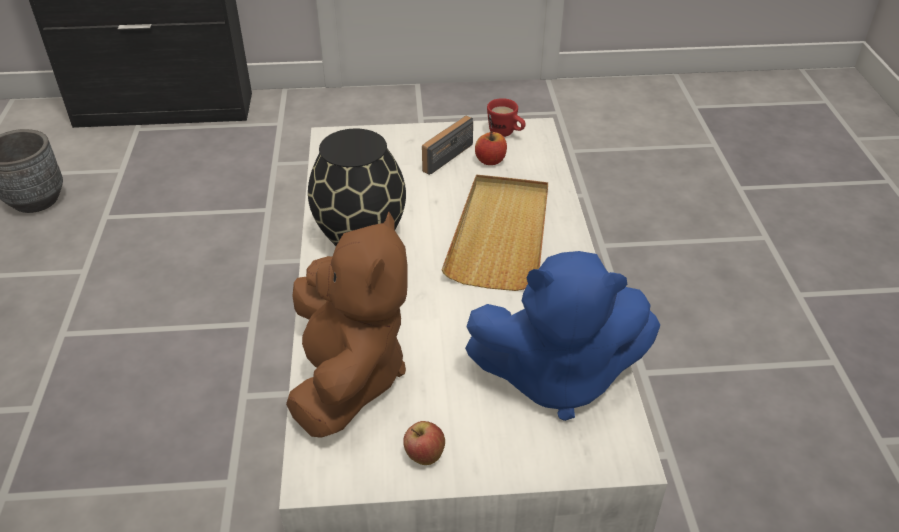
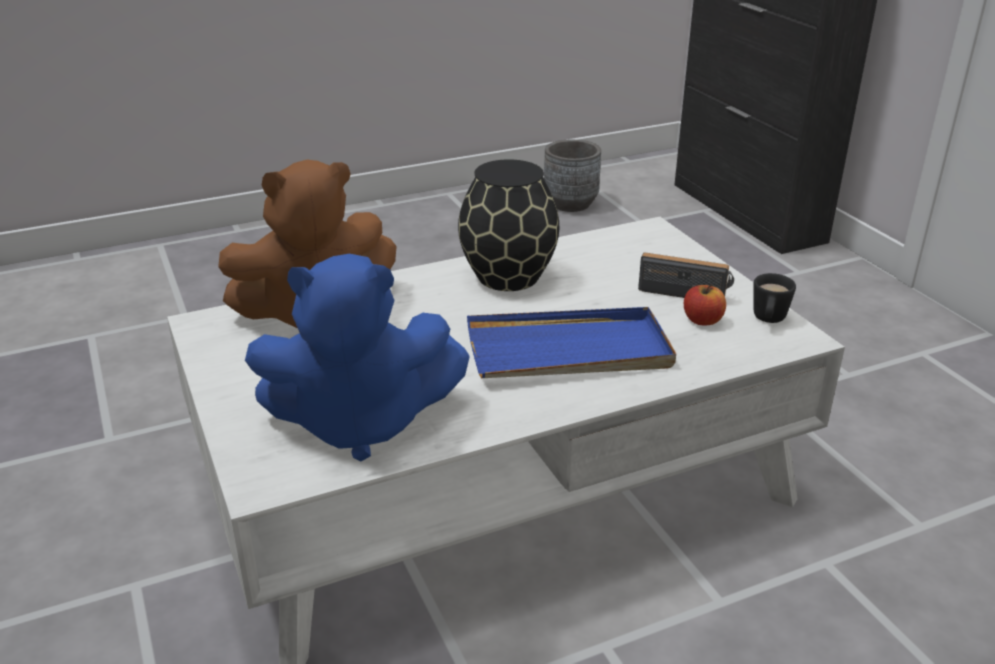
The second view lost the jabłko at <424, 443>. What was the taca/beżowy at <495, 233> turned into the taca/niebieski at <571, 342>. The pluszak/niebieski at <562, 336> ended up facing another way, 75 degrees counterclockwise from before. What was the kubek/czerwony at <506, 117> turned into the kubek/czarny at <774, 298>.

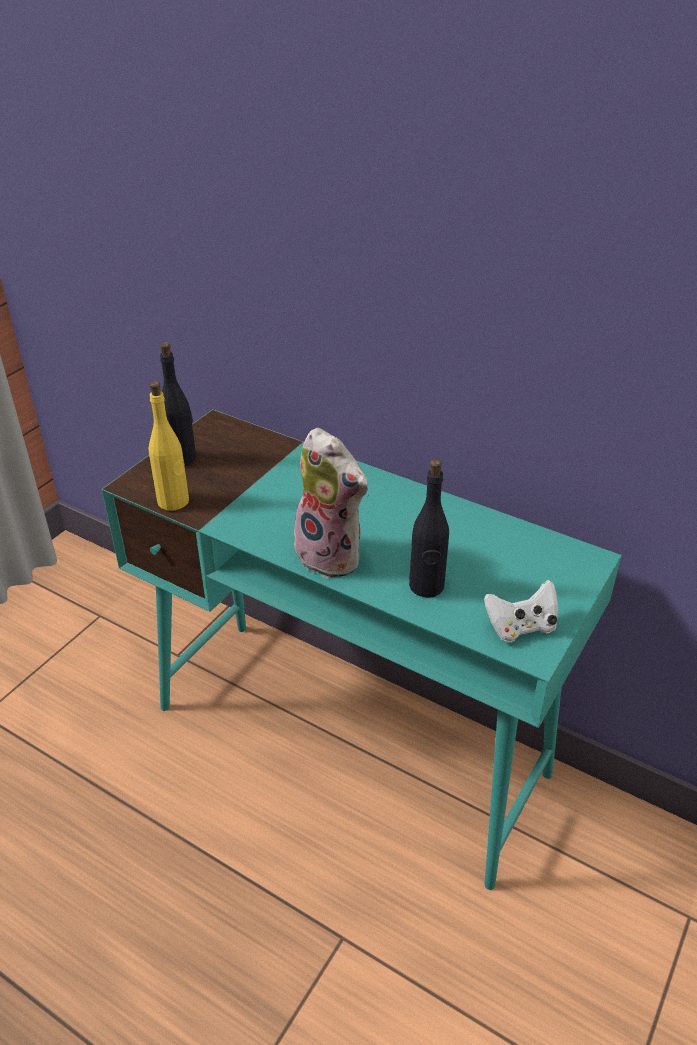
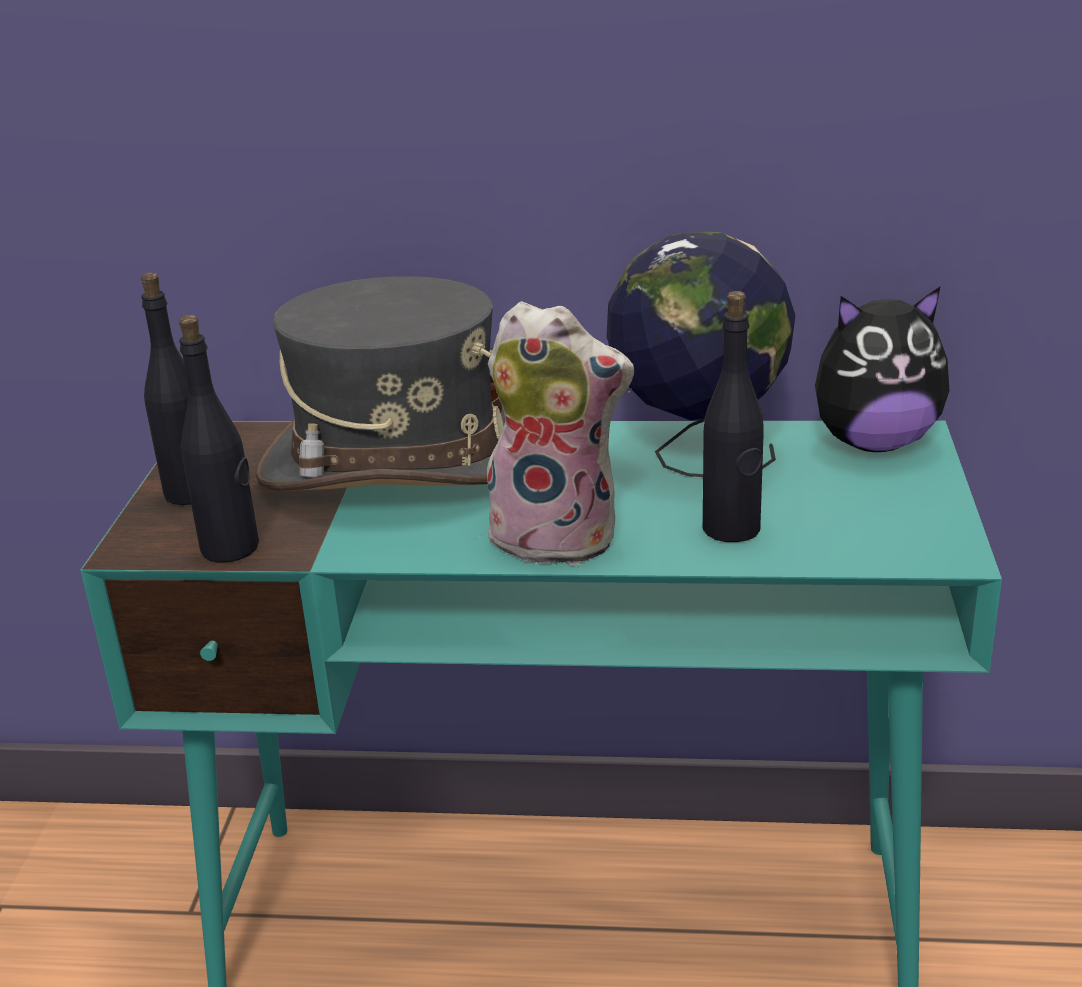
What was the butelka/żółty at <168, 446> turned into the butelka/czarny at <219, 439>. The second view lost the pad do gier/biały at <521, 611>. The second view gained the kapelusz/szary at <380, 383>. The second view gained the globus at <701, 354>. The second view gained the pluszak at <882, 369>.

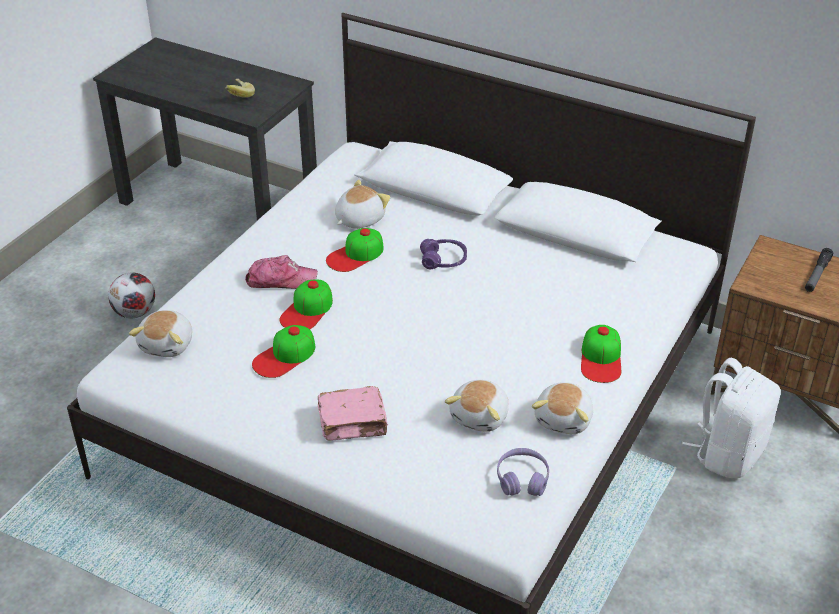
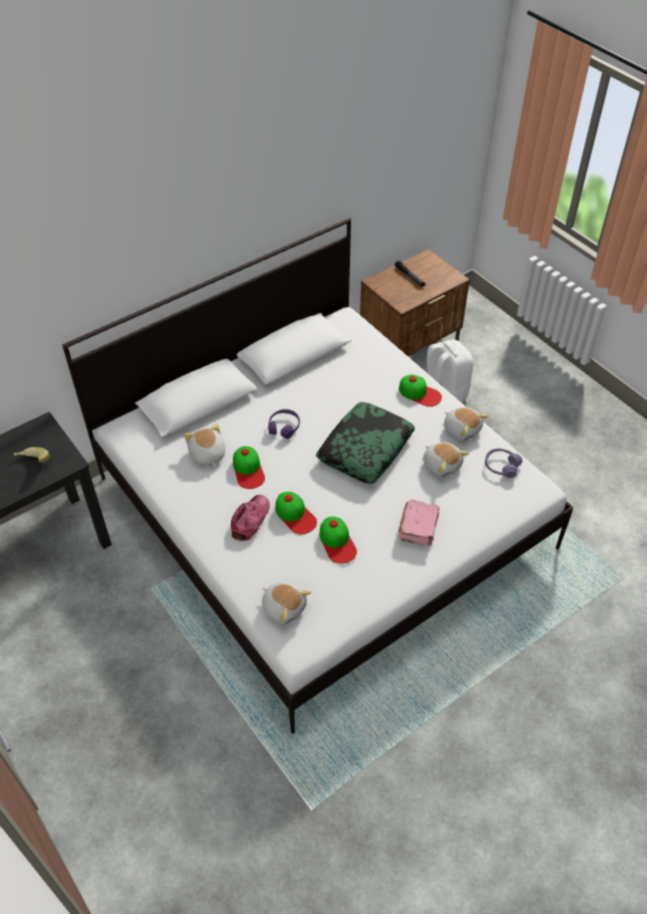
The second view lost the piłka futbolowa at <131, 295>. The second view gained the poduszka at <365, 442>.

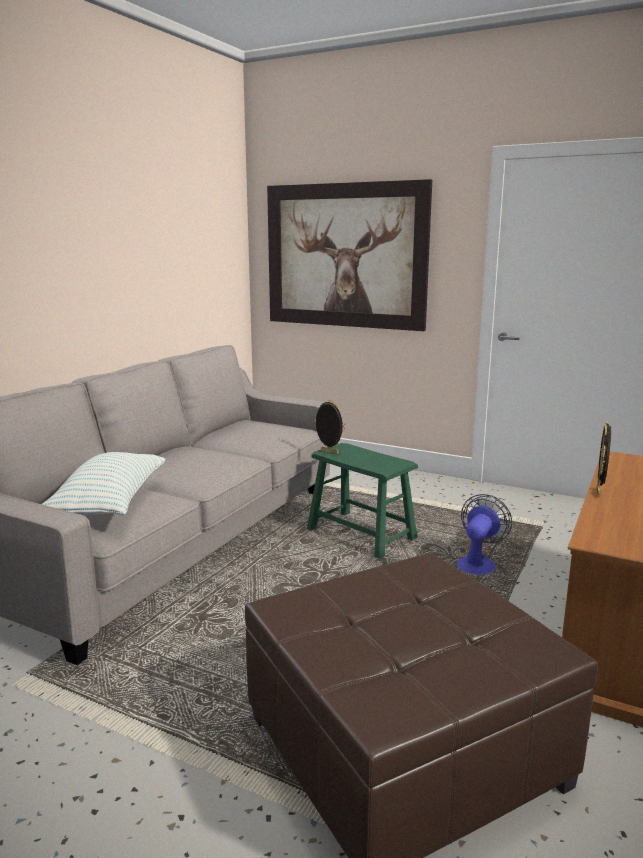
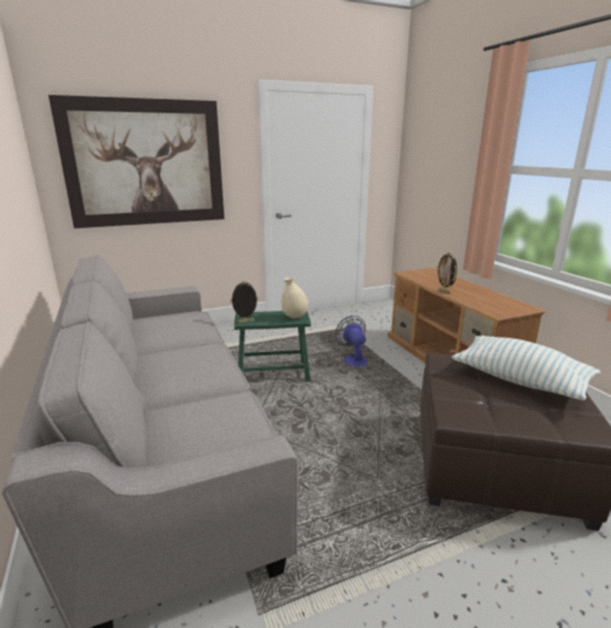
The poduszka ended up elsewhere, having gone from <103, 483> to <526, 368>. The second view gained the wazon/beżowy at <295, 297>.

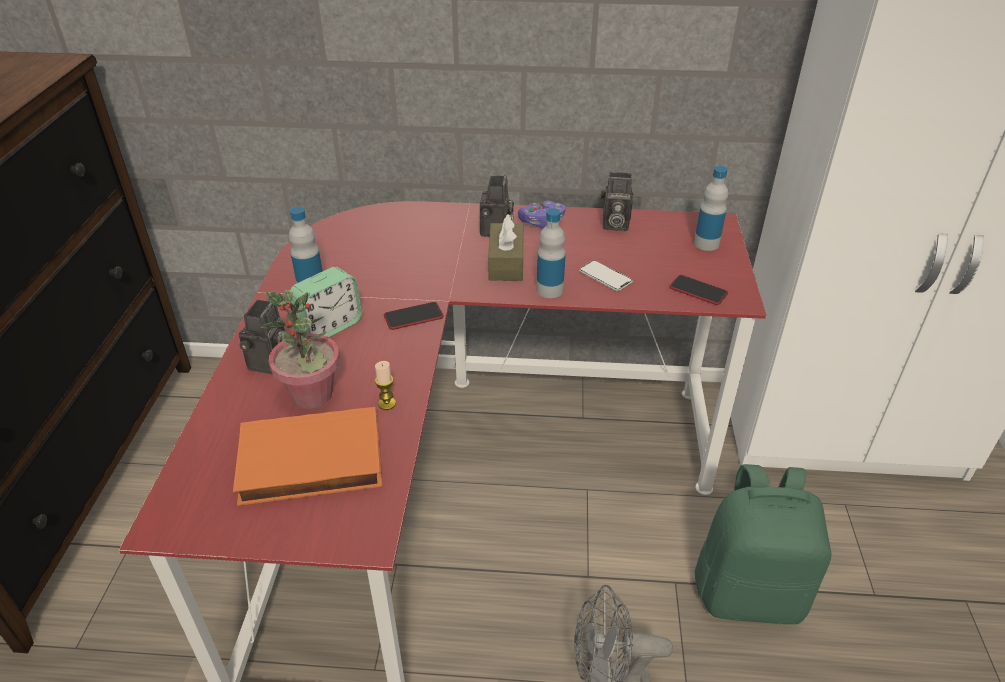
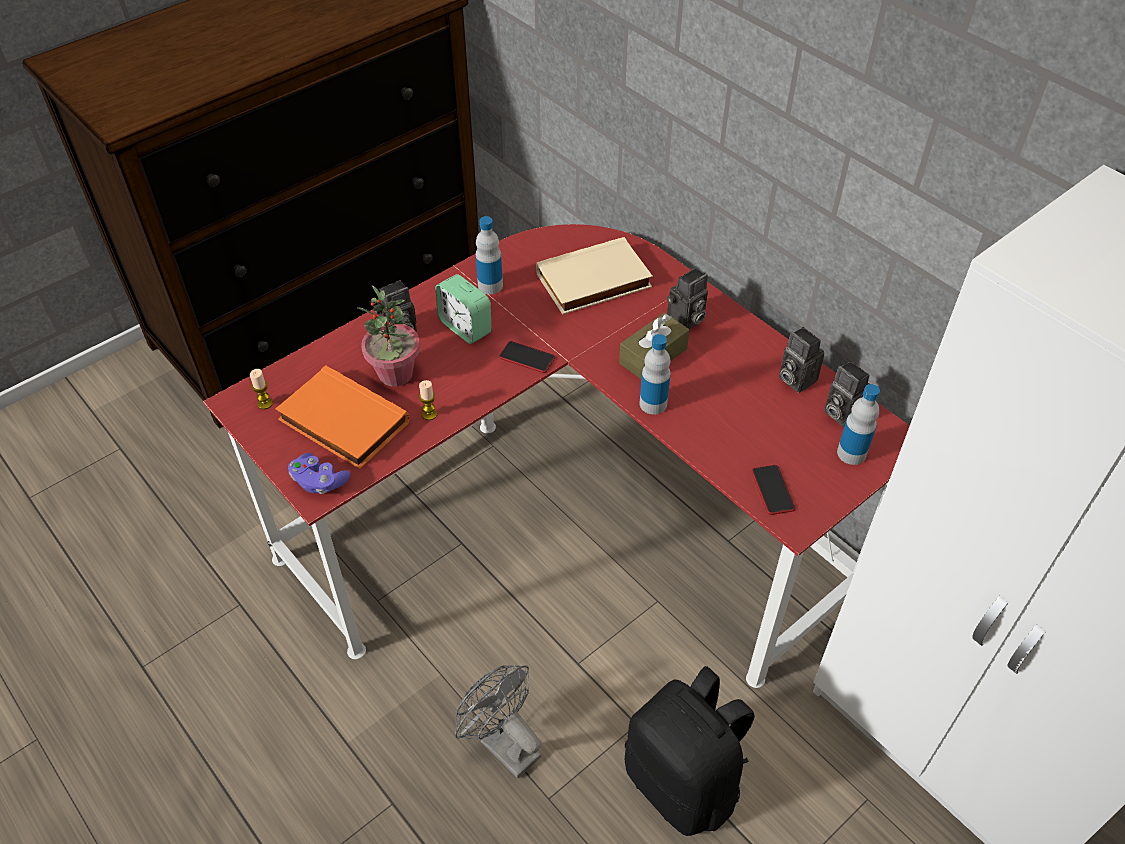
The budzik at <326, 302> ended up facing another way, 45 degrees clockwise from before. The pad do gier/fioletowy ended up elsewhere, having gone from <542, 215> to <319, 473>. The second view lost the telefon at <606, 275>. What was the plecak/zielony at <763, 544> turned into the plecak/czarny at <690, 751>. The second view gained the świeca at <261, 389>. The second view gained the książka/beżowy at <594, 276>. The second view gained the aparat fotograficzny at <847, 394>.

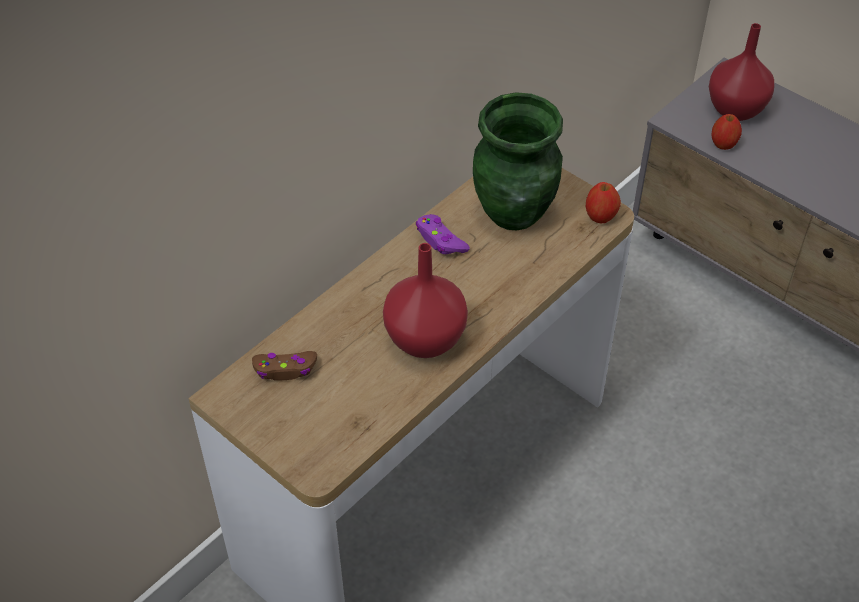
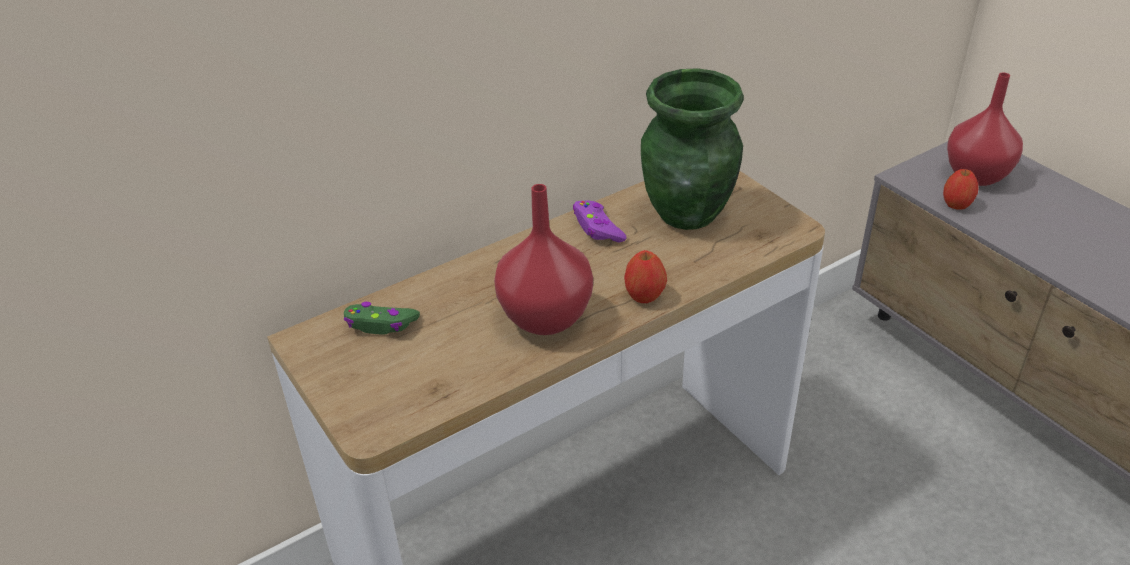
What was the pad do gier/brązowy at <284, 366> turned into the pad do gier/zielony at <382, 318>. The jabłko ended up elsewhere, having gone from <603, 203> to <645, 276>.

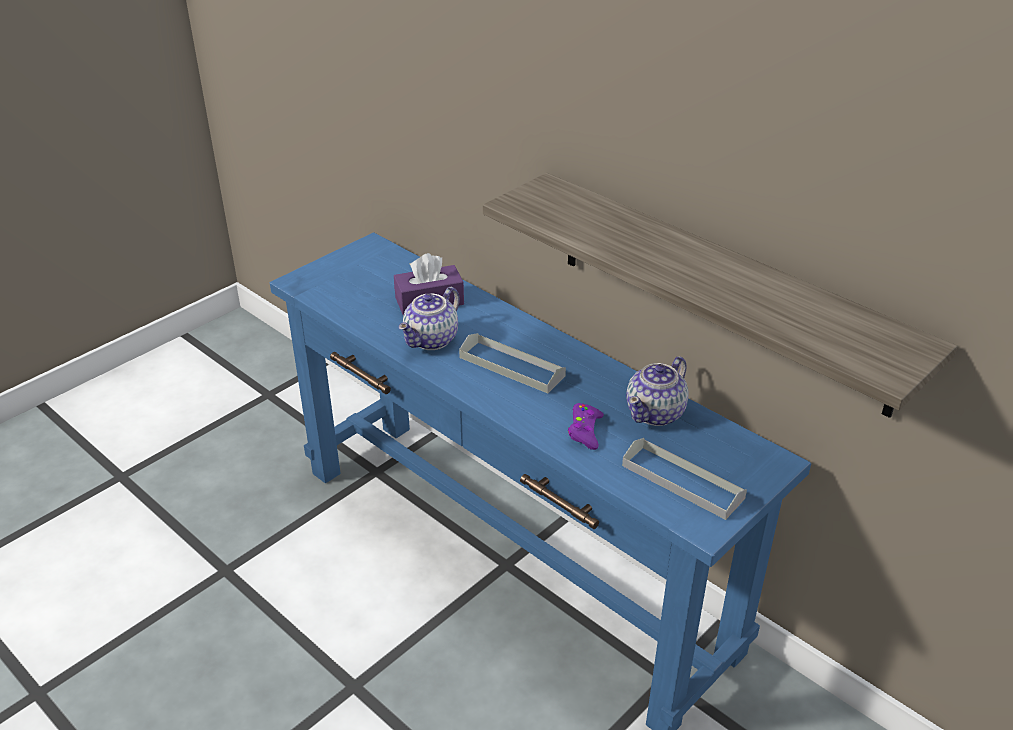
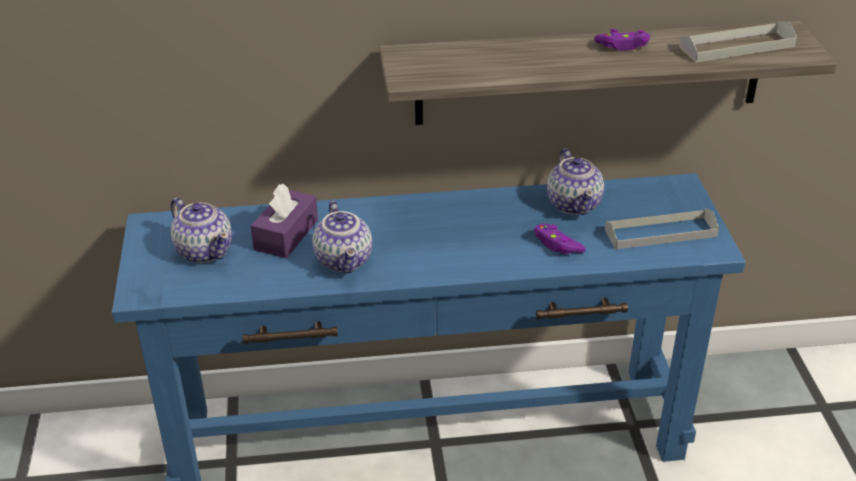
The taca/szary ended up elsewhere, having gone from <512, 363> to <738, 41>. The second view gained the imbryk at <201, 230>. The second view gained the pad do gier/fioletowy at <622, 39>.

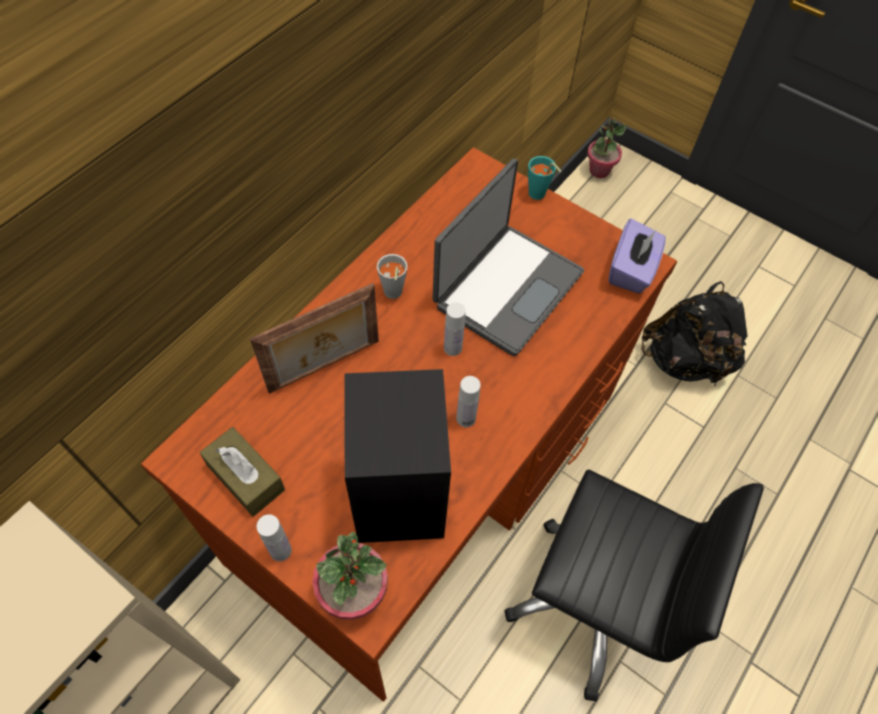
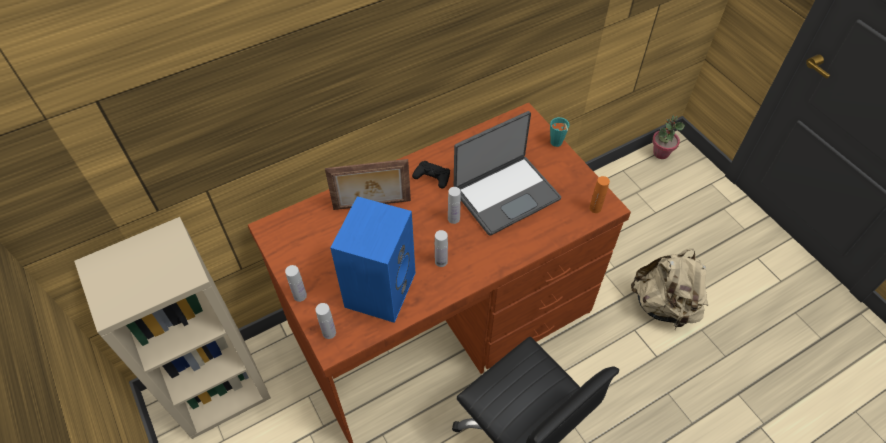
The second view lost the pudełko chusteczek/brązowy at <242, 472>. Where the roślina doniczkowa stood at <350, 576>, the butelka/biały came to stand at <325, 321>. What was the głośnik/czarny at <397, 456> turned into the głośnik/niebieski at <372, 259>. Where the filiżanka/szary stood at <392, 276>, the pad do gier/czarny came to stand at <431, 175>. Where the pudełko chusteczek/fioletowy stood at <637, 255>, the butelka/pomarańczowy came to stand at <599, 194>. What was the plecak/czarny at <694, 334> turned into the plecak/beżowy at <669, 289>.

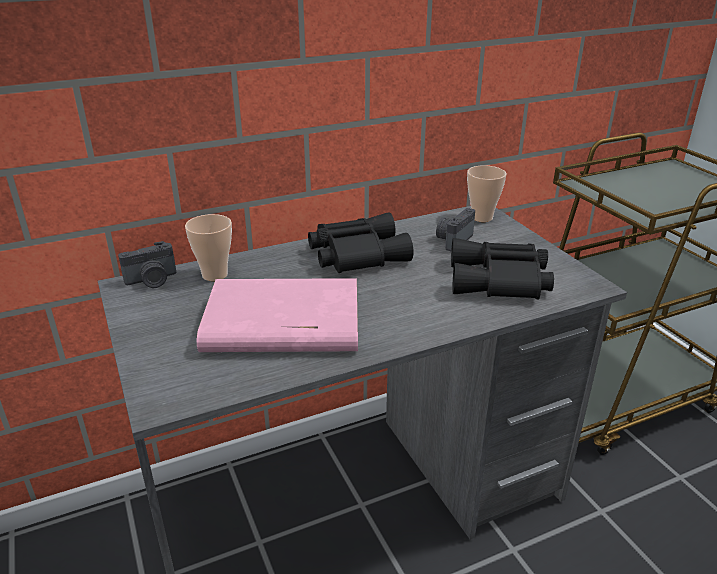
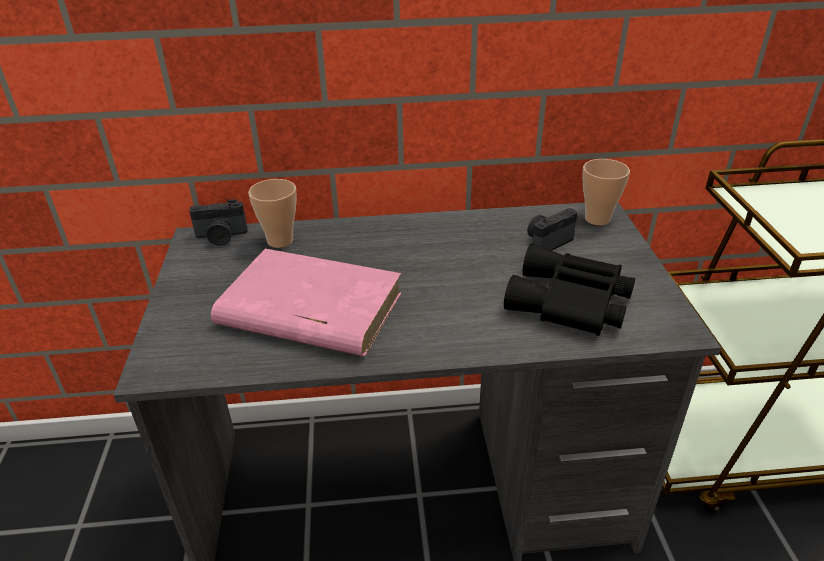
The second view lost the lornetka/czarny at <360, 243>.

